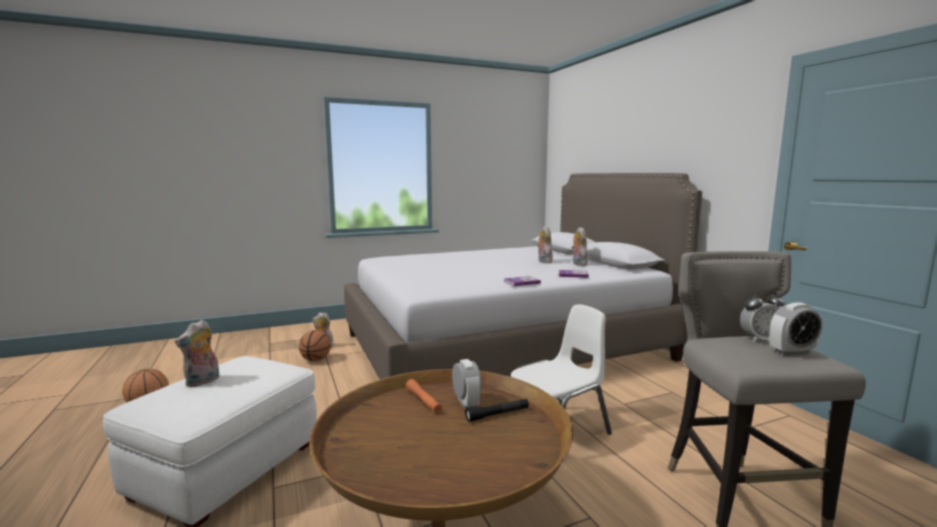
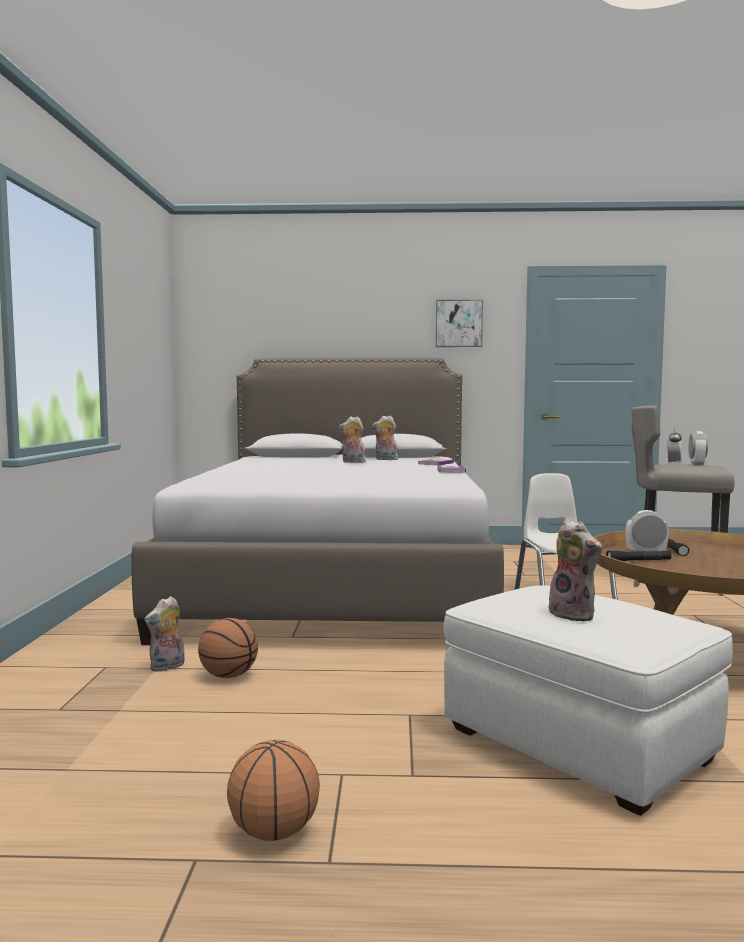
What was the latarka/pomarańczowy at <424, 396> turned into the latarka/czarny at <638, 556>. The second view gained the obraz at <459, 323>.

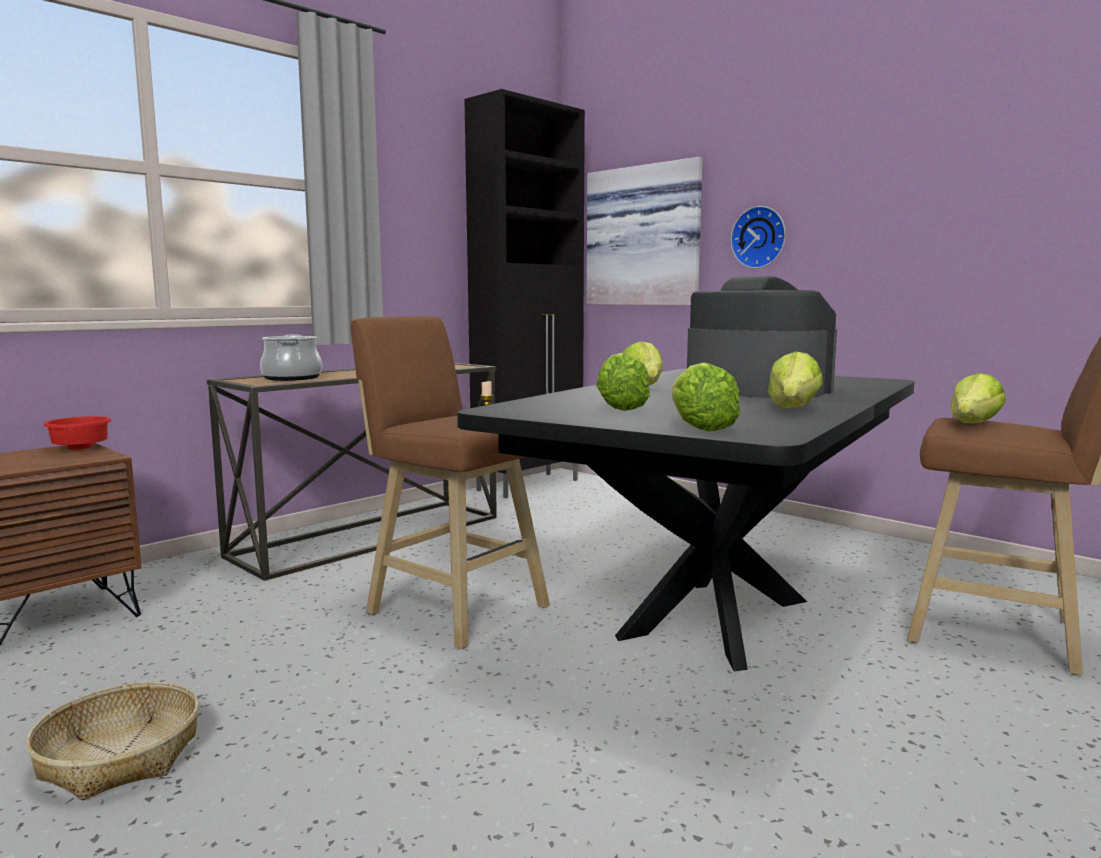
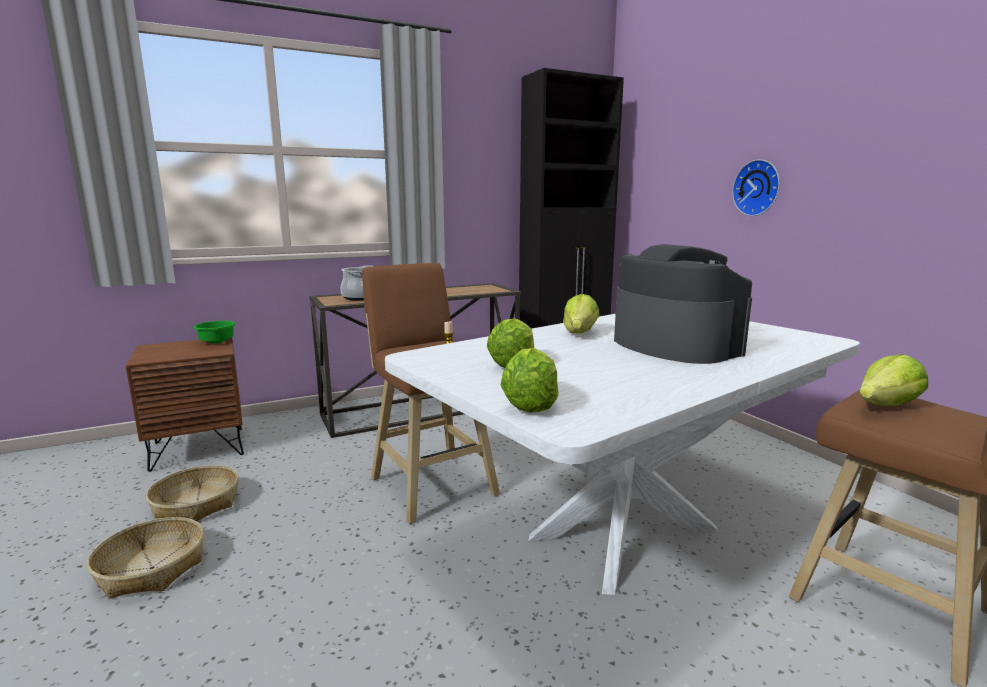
What was the miska/czerwony at <77, 433> turned into the miska/zielony at <214, 332>. What was the stół jadalny/czarny at <685, 520> turned into the stół jadalny/biały at <622, 454>. The second view lost the obraz at <644, 231>. The second view lost the sałata at <795, 379>. The second view gained the koszyk at <192, 493>.

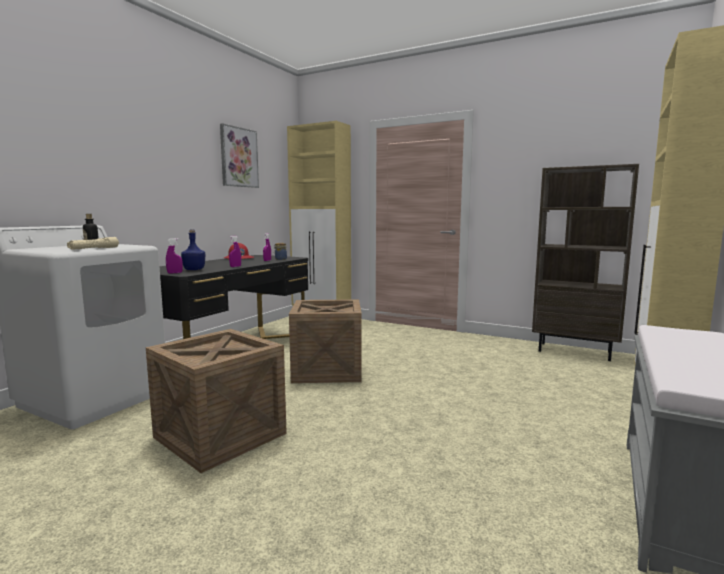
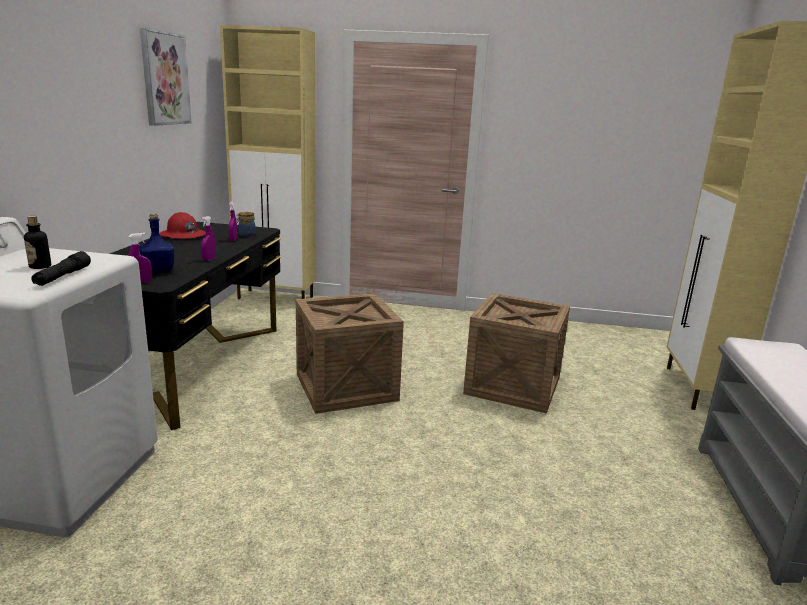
What was the latarka/beżowy at <93, 243> turned into the latarka/czarny at <61, 268>. The skrzynka ended up elsewhere, having gone from <216, 401> to <516, 353>. The second view lost the regał/brązowy at <585, 262>.

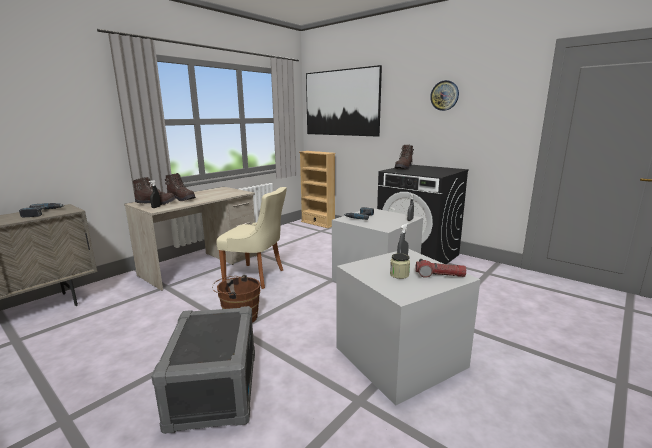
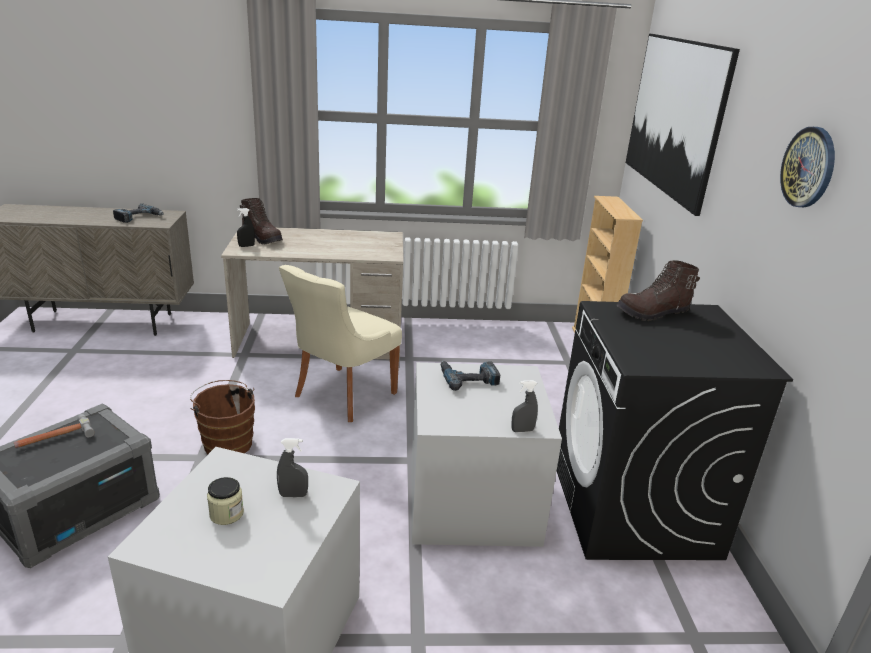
The second view lost the but z cholewką/brązowy at <180, 187>. The krzesło/beżowy at <251, 238> ended up facing another way, 60 degrees clockwise from before. The second view lost the latarka at <440, 268>. The second view gained the młotek at <54, 431>.

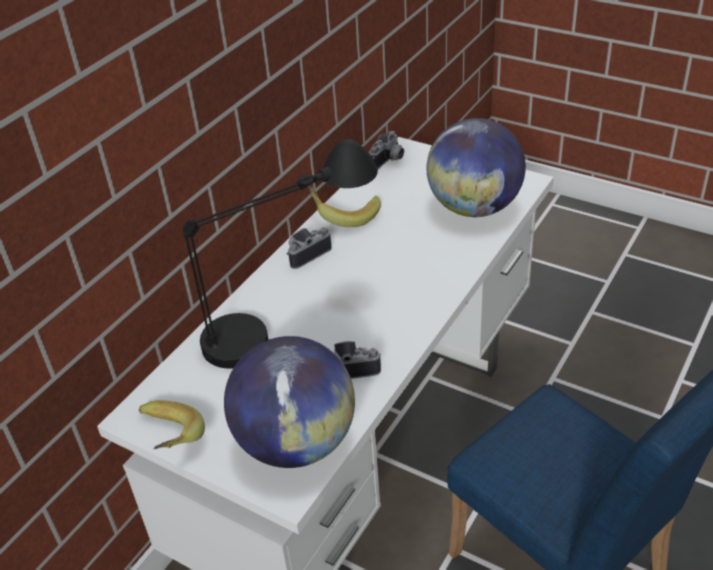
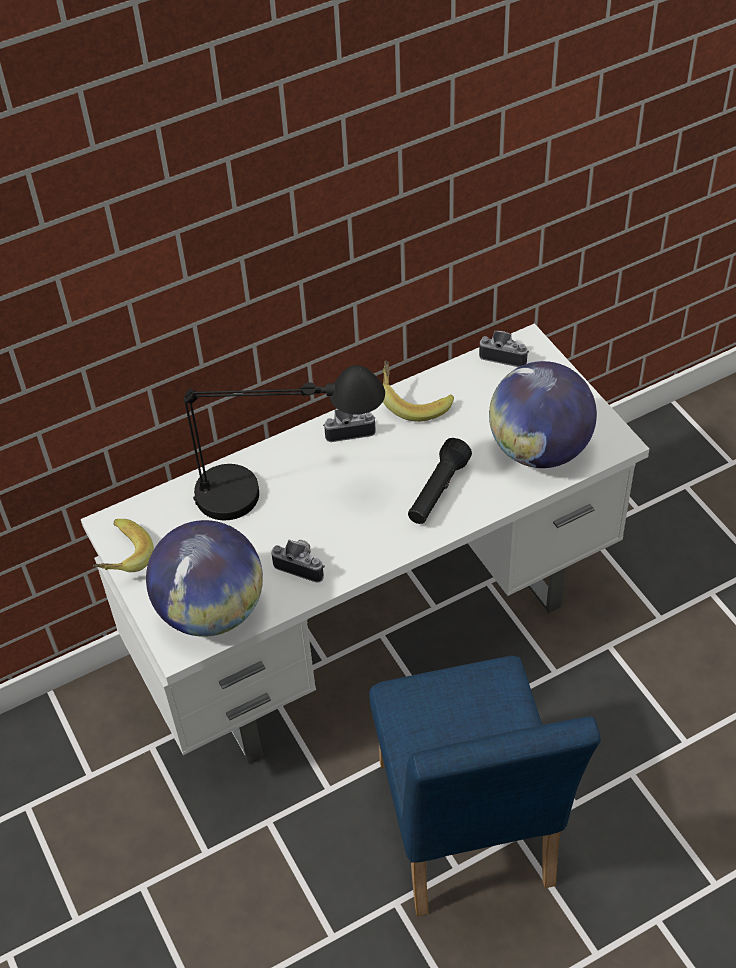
The aparat fotograficzny at <386, 150> ended up facing another way, 135 degrees counterclockwise from before. The second view gained the latarka/czarny at <440, 481>.

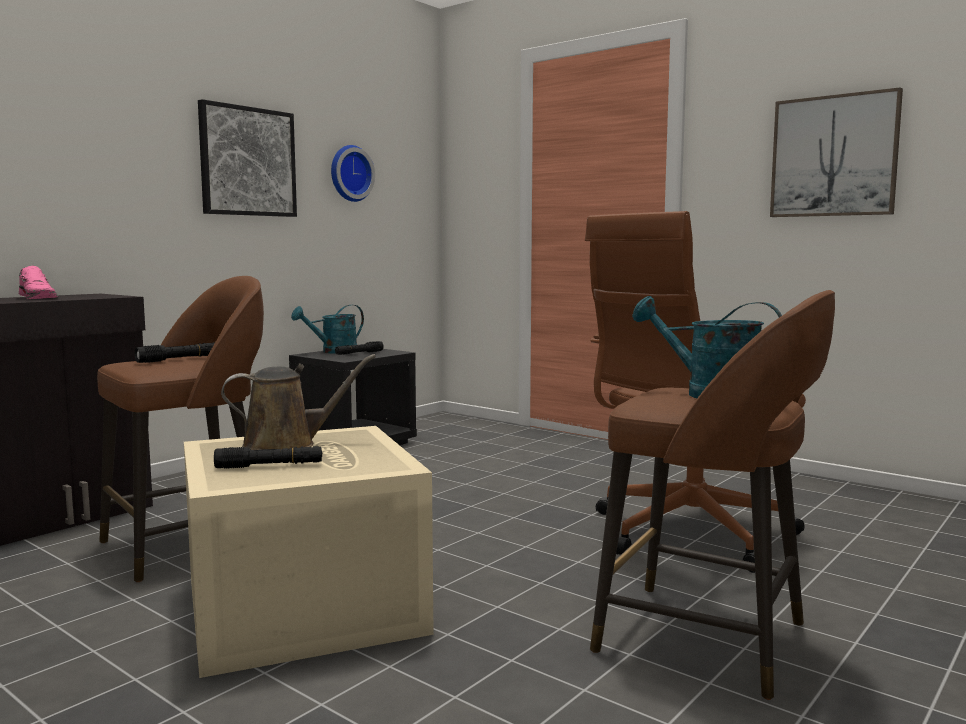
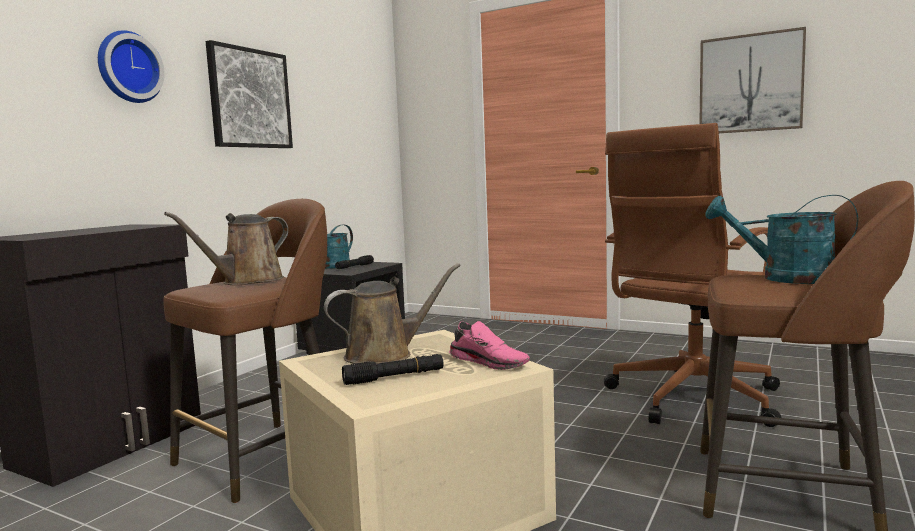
The but/różowy ended up elsewhere, having gone from <38, 282> to <489, 345>. Where the latarka/czarny stood at <175, 352>, the konewka/brązowy came to stand at <226, 248>. The zegar ścienny ended up elsewhere, having gone from <353, 173> to <131, 66>.

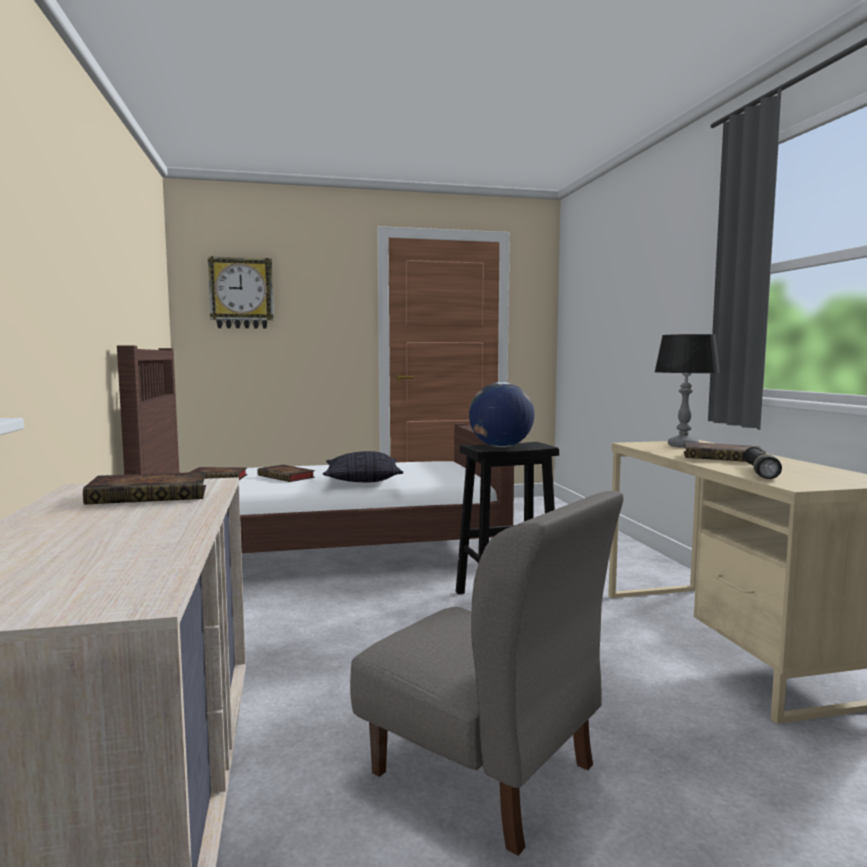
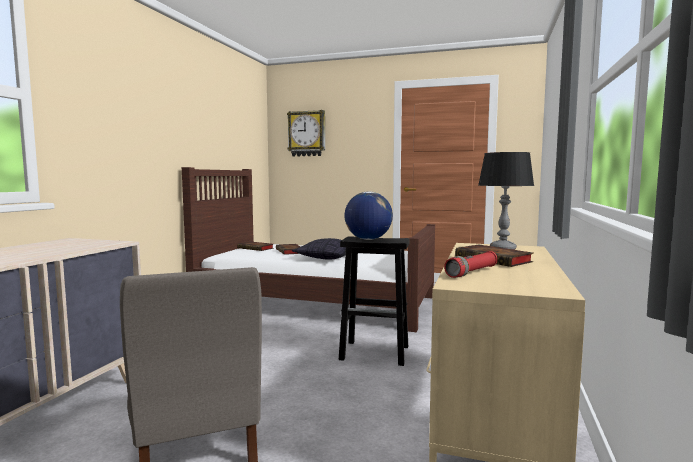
The second view lost the książka at <144, 488>. What was the latarka/czarny at <762, 463> turned into the latarka/czerwony at <471, 264>.

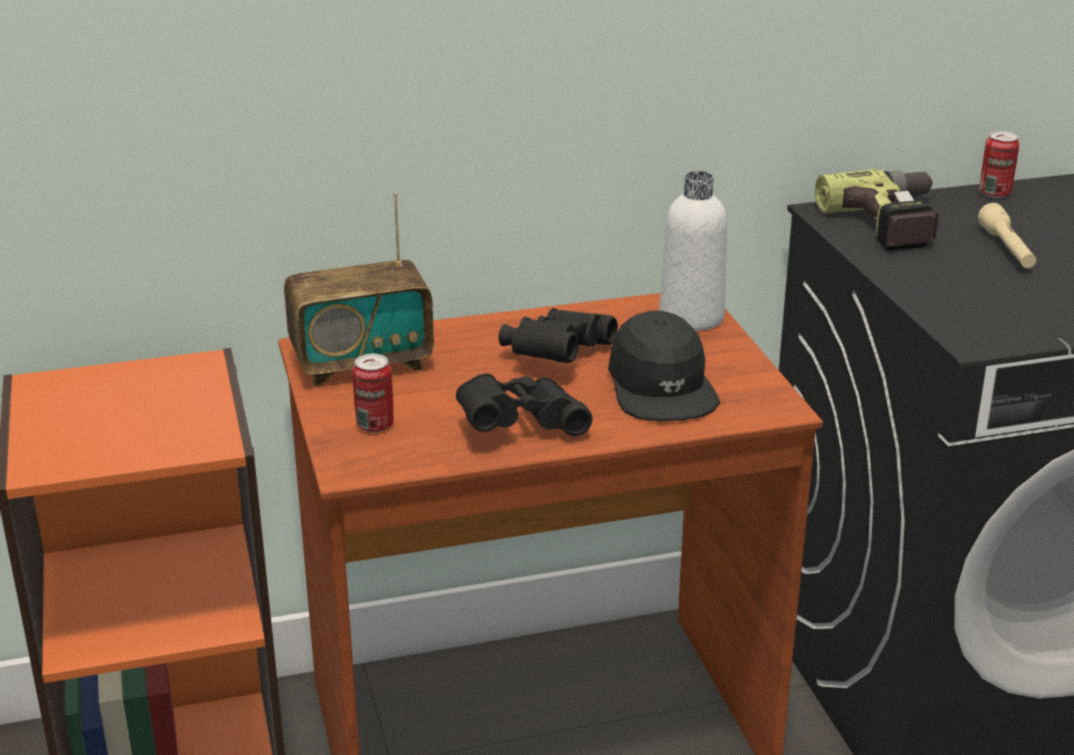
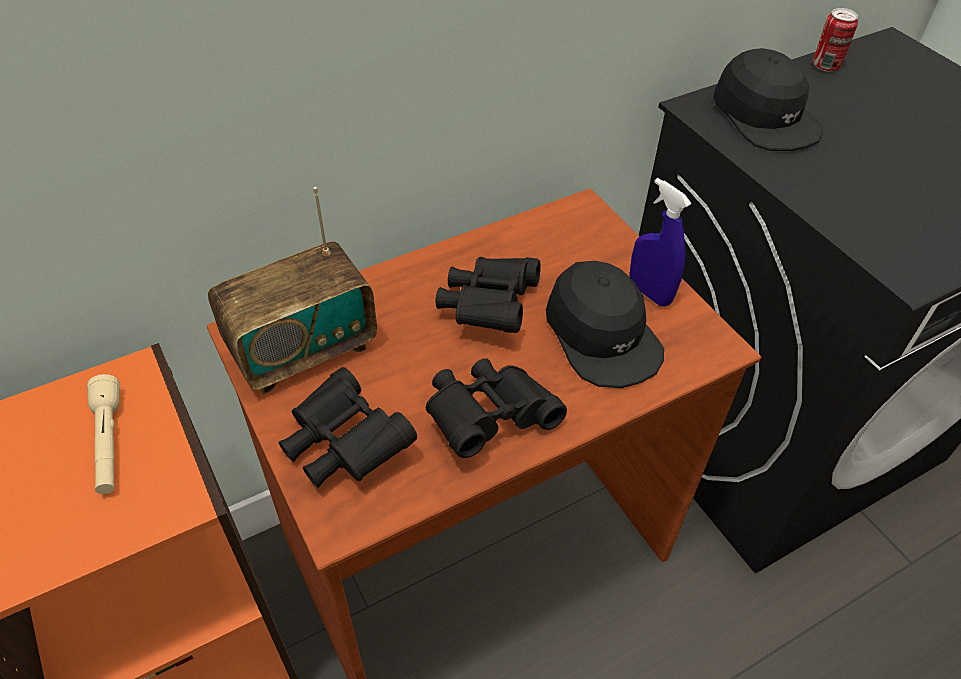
Where the puszka stood at <373, 393>, the lornetka/czarny came to stand at <347, 427>. The second view lost the butelka/biały at <693, 251>. Where the wiertarka stood at <877, 210>, the czapka z daszkiem/czarny came to stand at <768, 99>. The latarka/beżowy ended up elsewhere, having gone from <1007, 235> to <103, 434>. The second view gained the spryskiwacz/niebieski at <660, 242>.

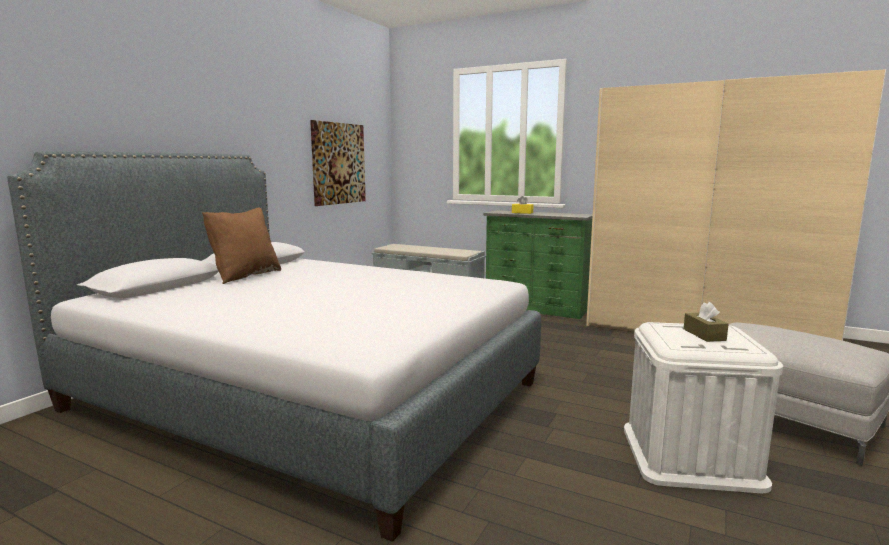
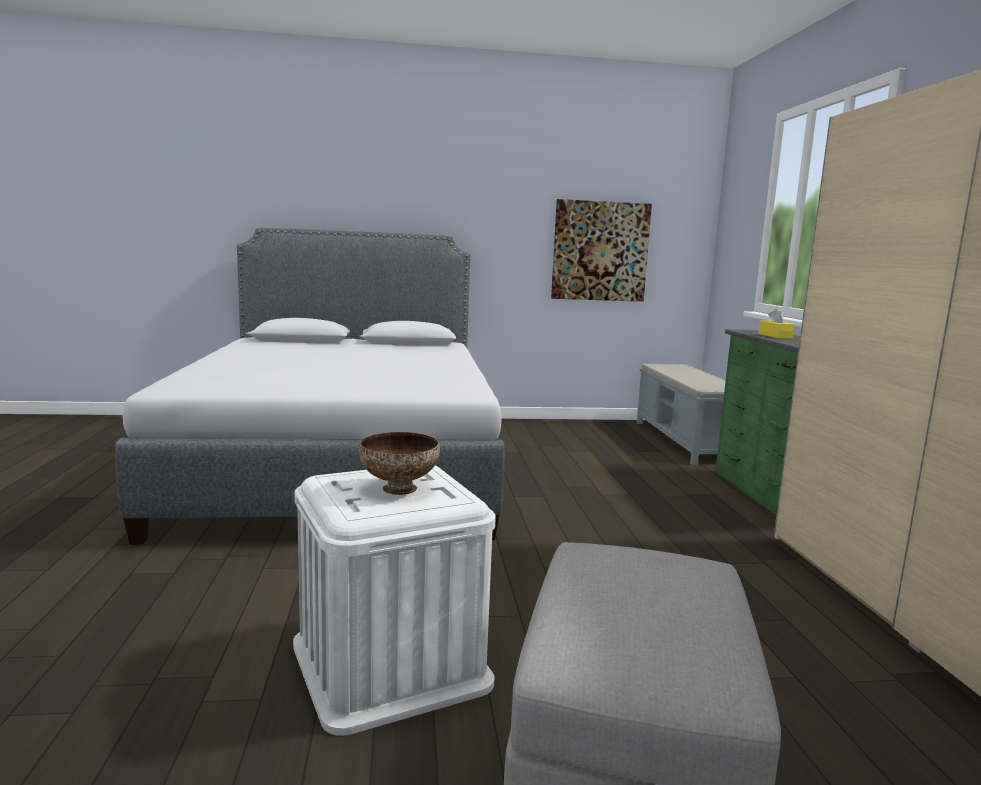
The second view lost the poduszka/brązowy at <241, 246>. Where the pudełko chusteczek/brązowy stood at <706, 322>, the miska came to stand at <399, 463>.

